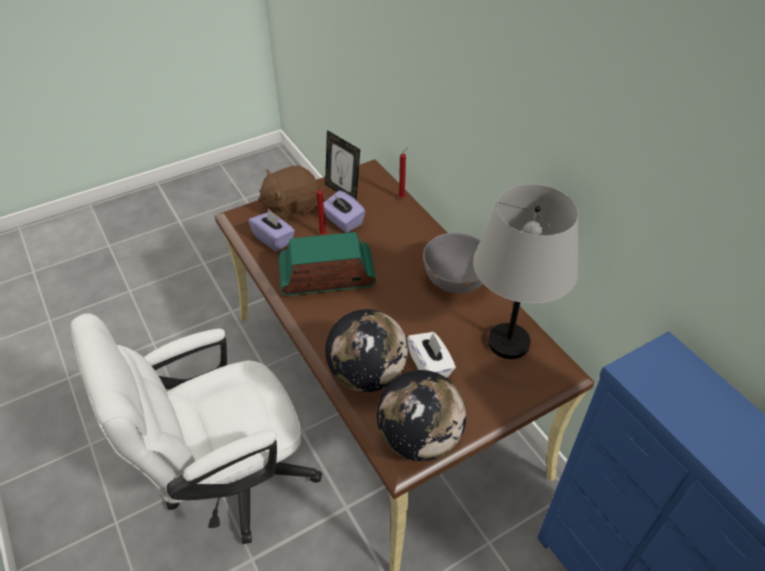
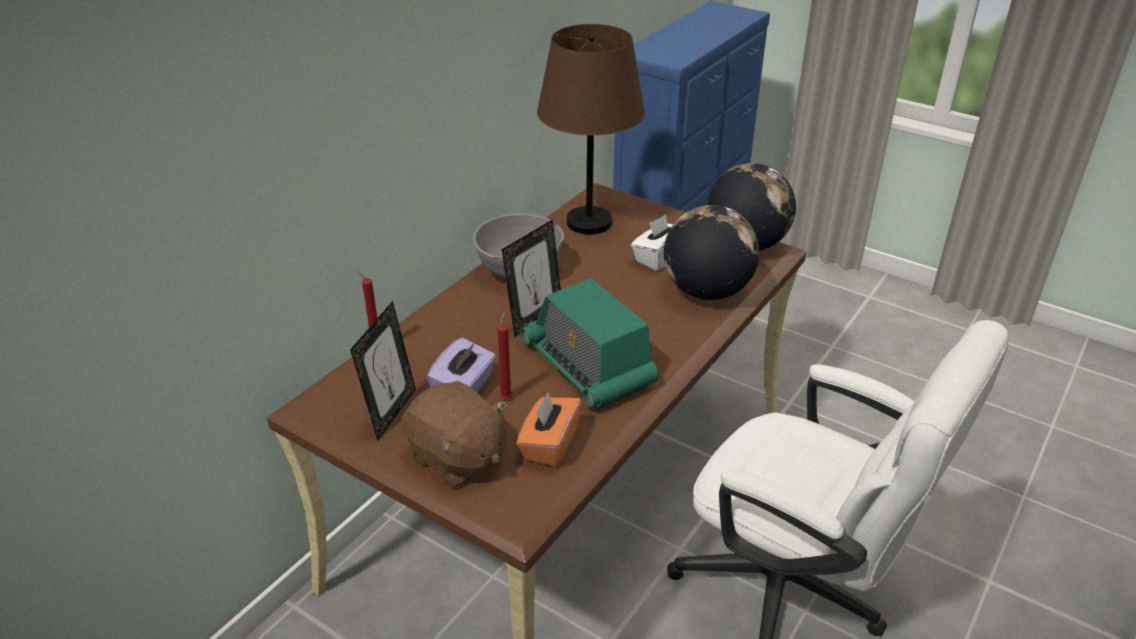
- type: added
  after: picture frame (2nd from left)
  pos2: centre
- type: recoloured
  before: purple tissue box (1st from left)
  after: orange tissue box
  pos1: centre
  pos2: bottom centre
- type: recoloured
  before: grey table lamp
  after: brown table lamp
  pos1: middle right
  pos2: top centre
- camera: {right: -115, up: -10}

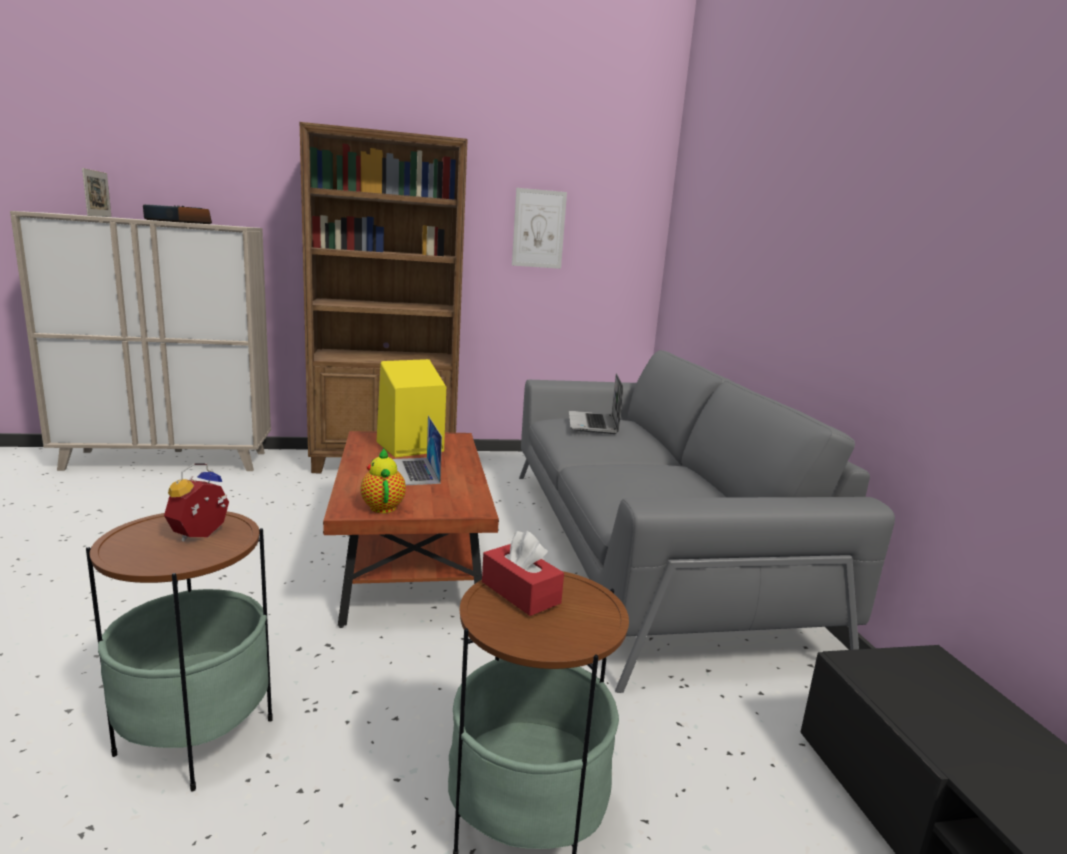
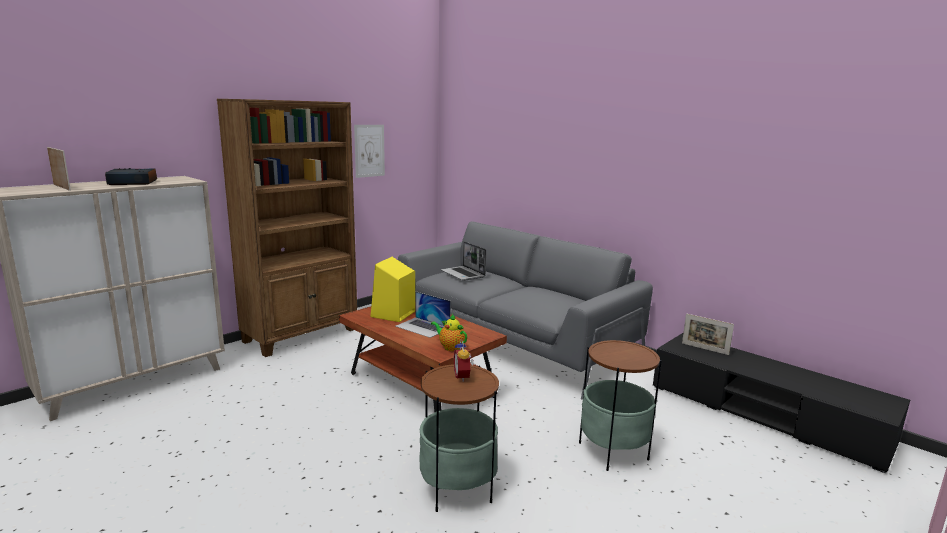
- type: removed
  before: red tissue box
  pos1: bottom centre
- type: added
  after: picture frame (2nd from left)
  pos2: middle right
- camera: {right: -35, up: 0}

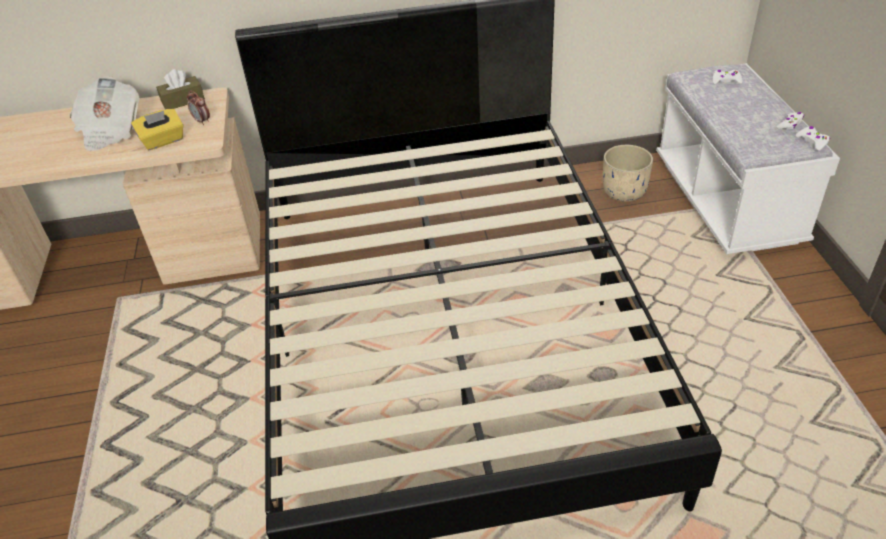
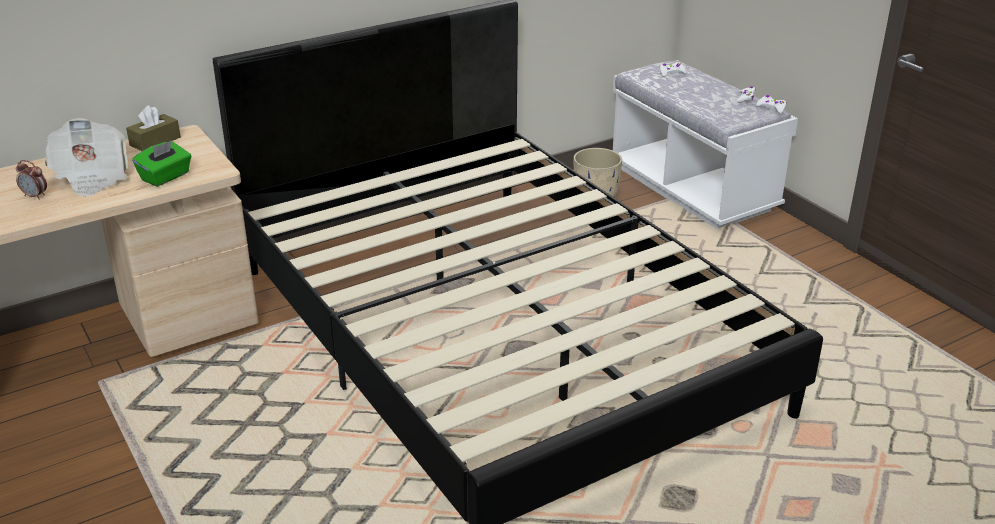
- type: moved
  before: alarm clock
  pos1: top left
  pos2: middle left
- type: recoloured
  before: yellow tissue box
  after: green tissue box
  pos1: top left
  pos2: top left
- camera: {right: -25, up: -10}

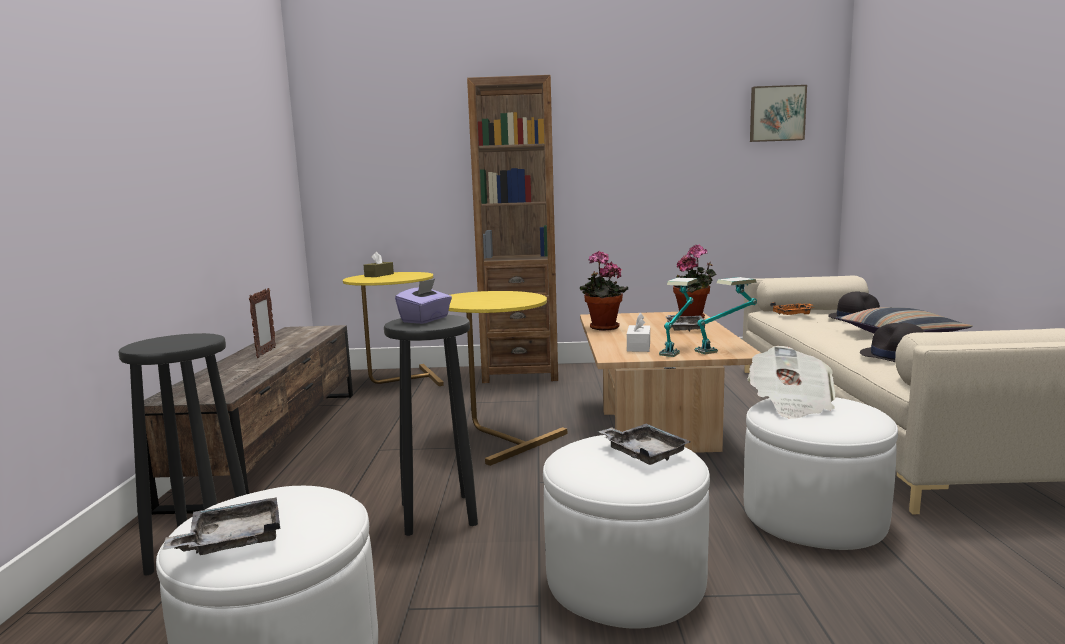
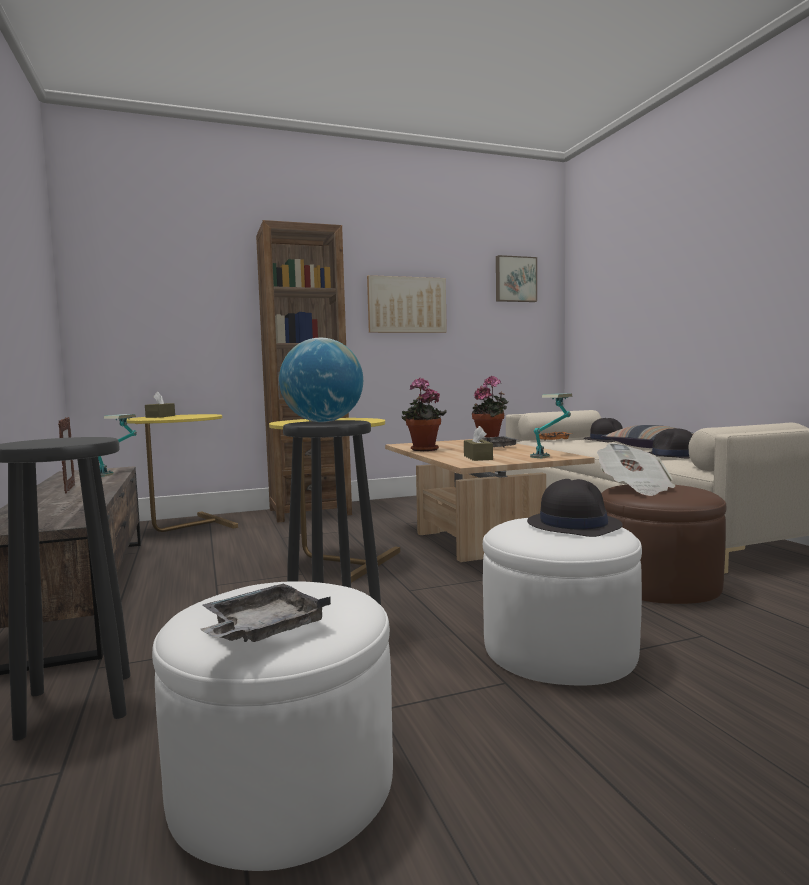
- type: added
  after: picture (1st from left)
  pos2: centre
- type: moved
  before: table lamp (1st from left)
  pos1: centre
  pos2: middle left
- type: replaced
  before: purple tissue box
  after: globe
  pos1: centre
  pos2: centre
- type: replaced
  before: grey tray (2nd from left)
  after: black hat (1st from left)
  pos1: bottom centre
  pos2: middle right
- type: recoloured
  before: white tissue box
  after: brown tissue box (2nd from left)
  pos1: centre
  pos2: centre
- type: recoloured
  before: white ottoman (3rd from left)
  after: brown ottoman
  pos1: bottom right
  pos2: middle right
- camera: {right: -20, up: -5}

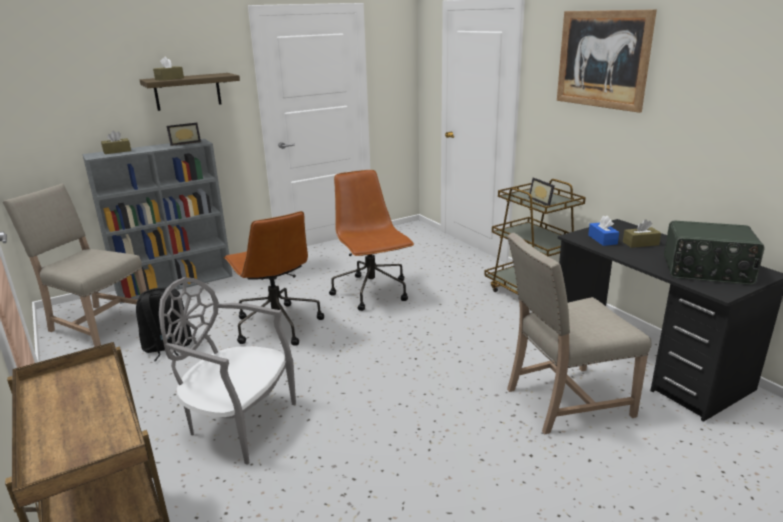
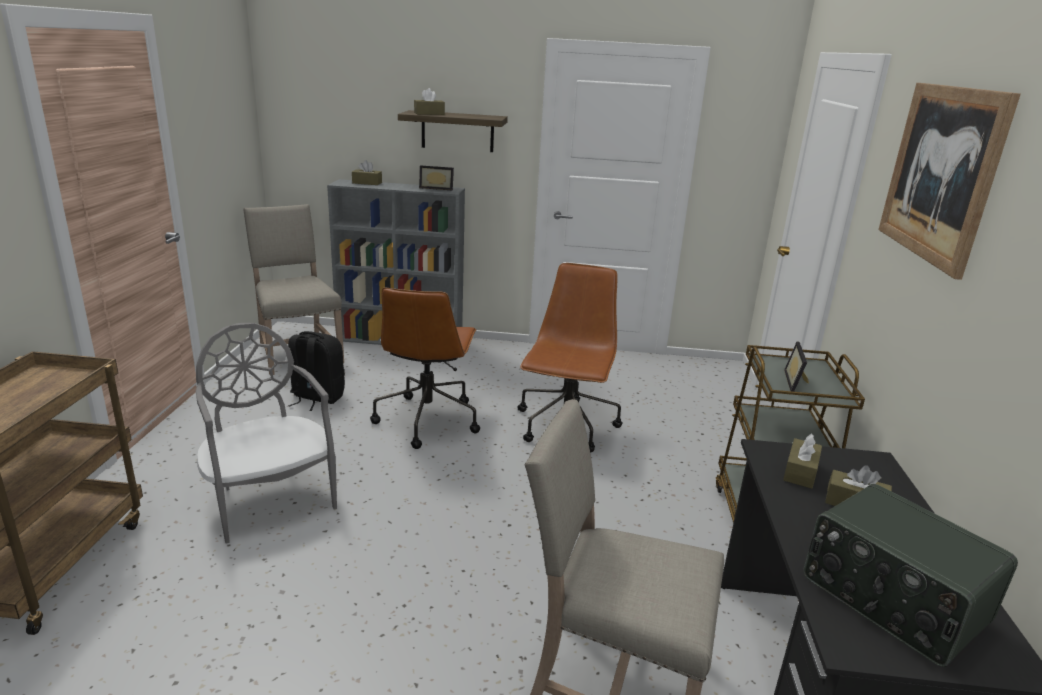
- type: recoloured
  before: blue tissue box
  after: brown tissue box (3rd from left)
  pos1: middle right
  pos2: middle right
- camera: {right: 35, up: 0}

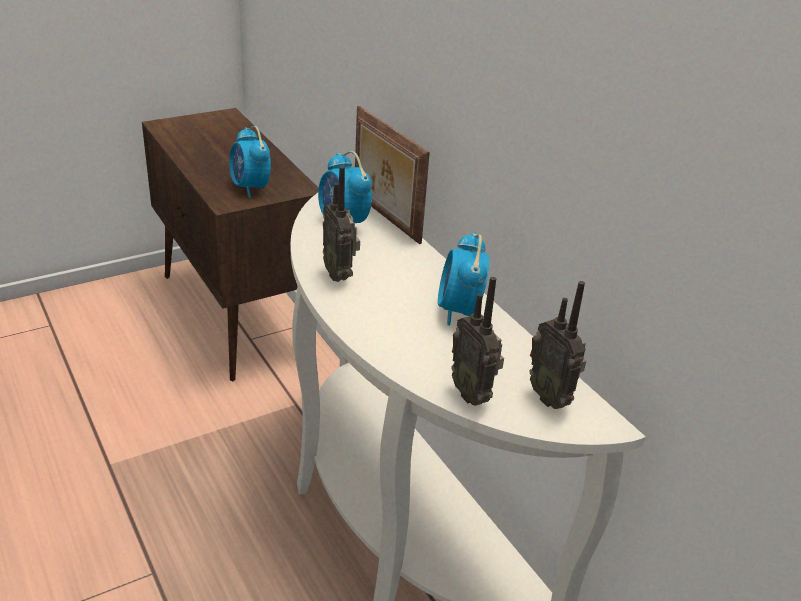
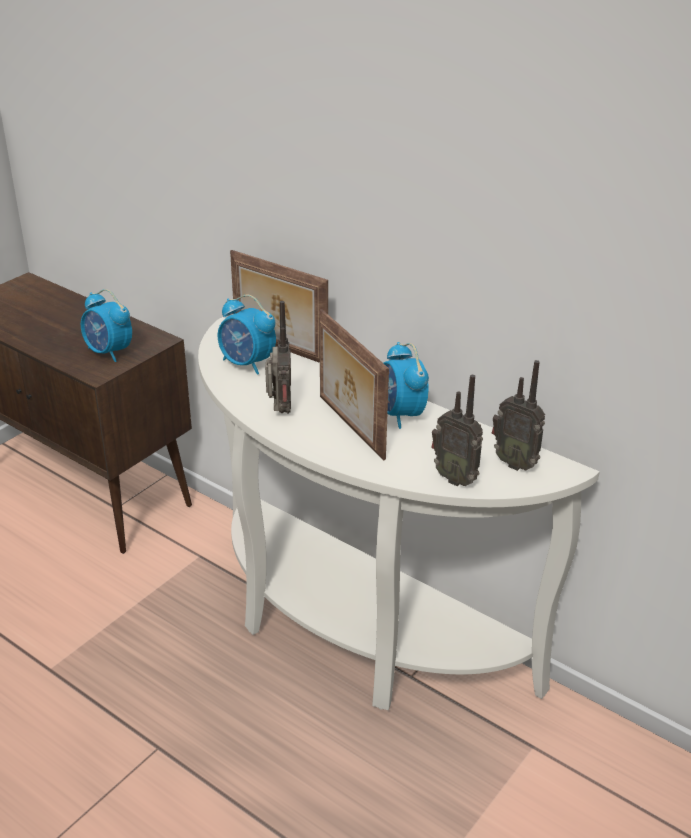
- type: added
  after: picture frame (2nd from left)
  pos2: centre
- type: turned
  before: radio (1st from left)
  pos1: centre
  pos2: centre
  turn: -135
- camera: {right: -20, up: 0}

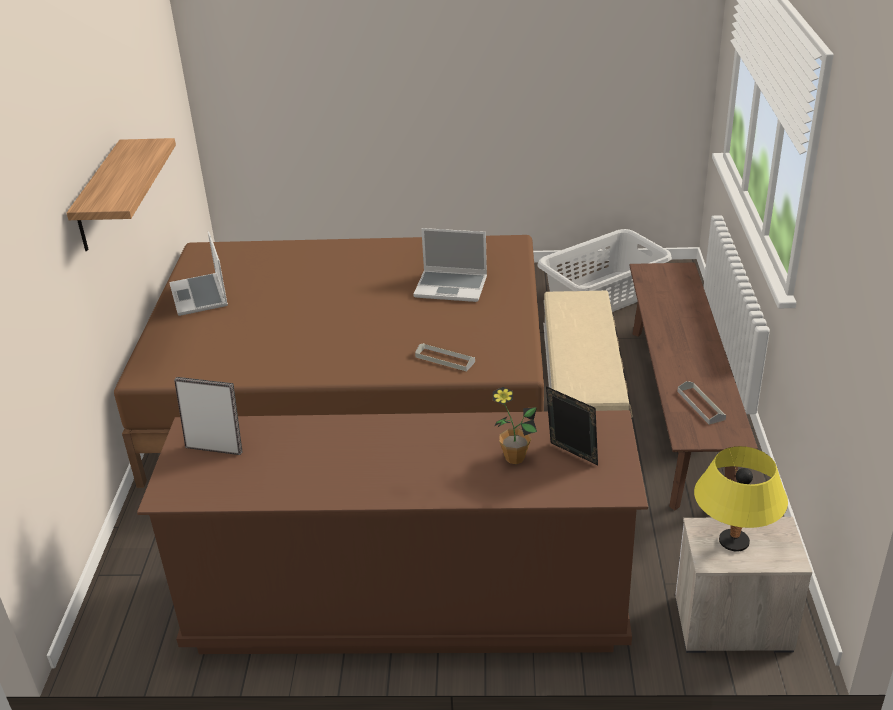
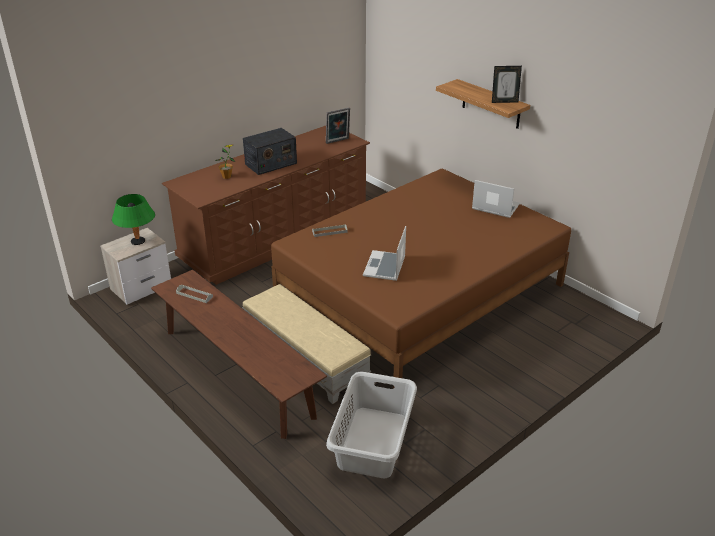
- type: added
  after: radio
  pos2: top centre
- type: moved
  before: picture frame (2nd from left)
  pos1: centre
  pos2: top right
- type: recoloured
  before: yellow table lamp
  after: green table lamp
  pos1: bottom right
  pos2: middle left
- type: turned
  before: laptop (2nd from left in the first image)
  pos1: centre
  pos2: centre
  turn: -45
- camera: {right: 135, up: 0}

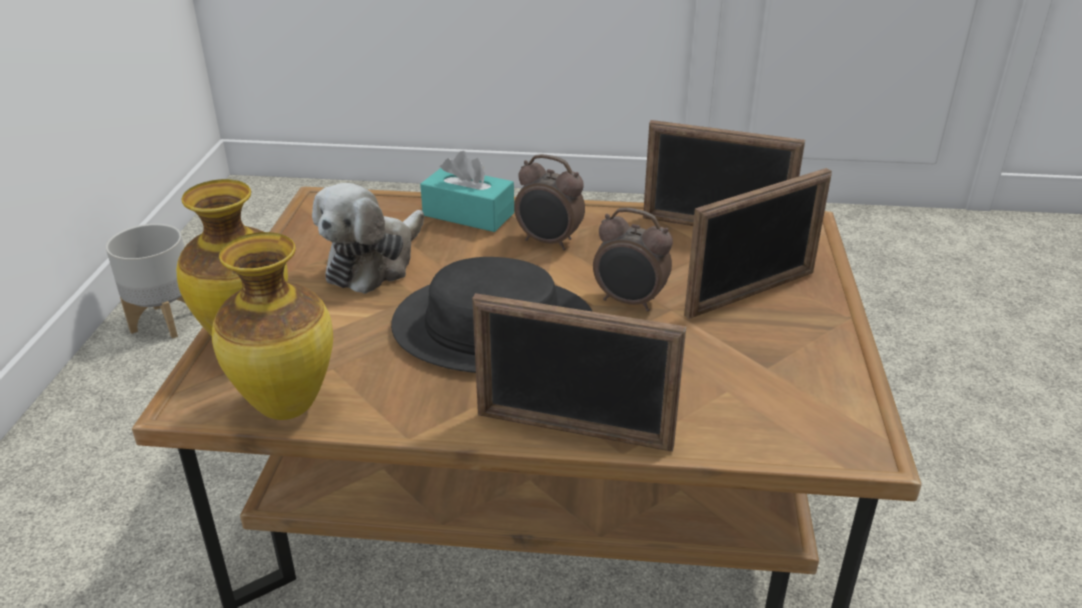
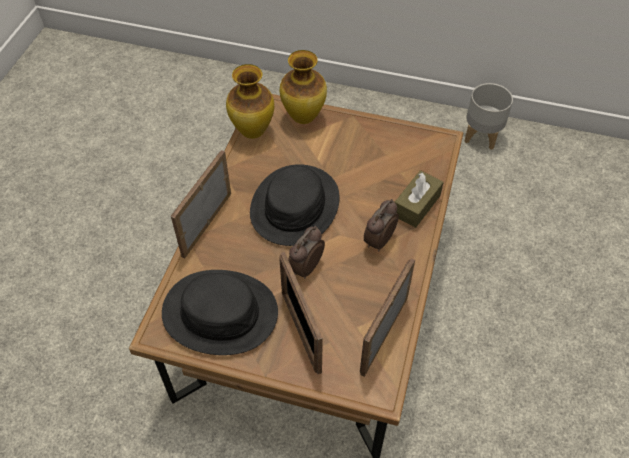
- type: removed
  before: plush toy
  pos1: centre
- type: added
  after: black hat (1st from left)
  pos2: bottom centre
- type: recoloured
  before: turquoise tissue box
  after: brown tissue box
  pos1: top centre
  pos2: centre
- camera: {right: 100, up: 20}

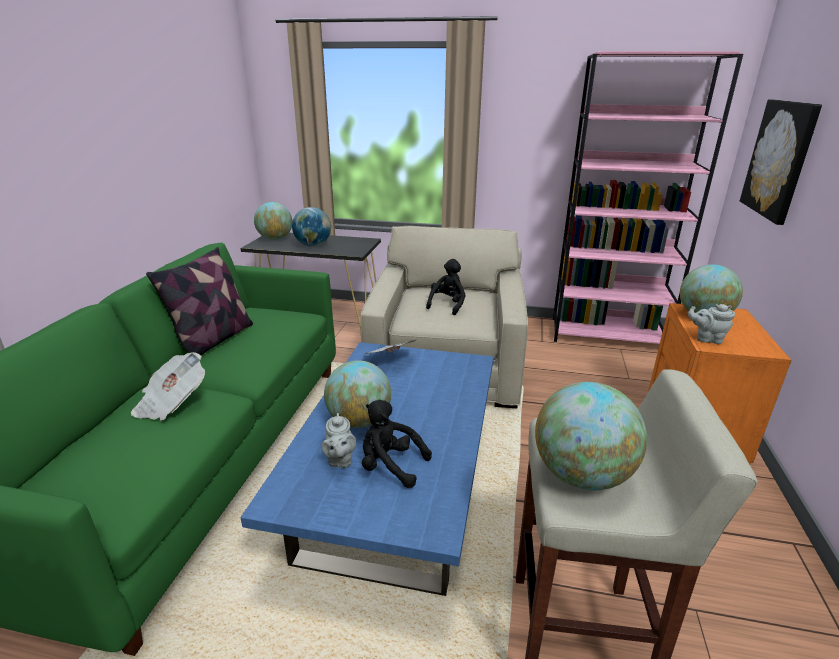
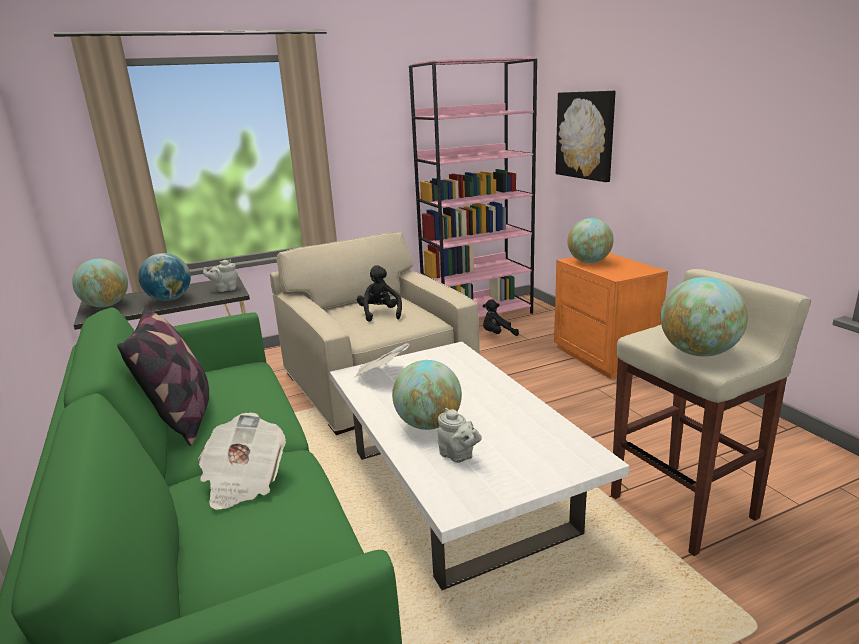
- type: moved
  before: black plush toy (1st from left in the first image)
  after: black plush toy (2nd from left)
  pos1: bottom centre
  pos2: centre
- type: moved
  before: grey teapot (2nd from left in the first image)
  after: grey teapot (1st from left)
  pos1: middle right
  pos2: middle left
- type: recoloured
  before: blue coffee table
  after: white coffee table
  pos1: bottom centre
  pos2: bottom centre
- camera: {right: -35, up: -5}

